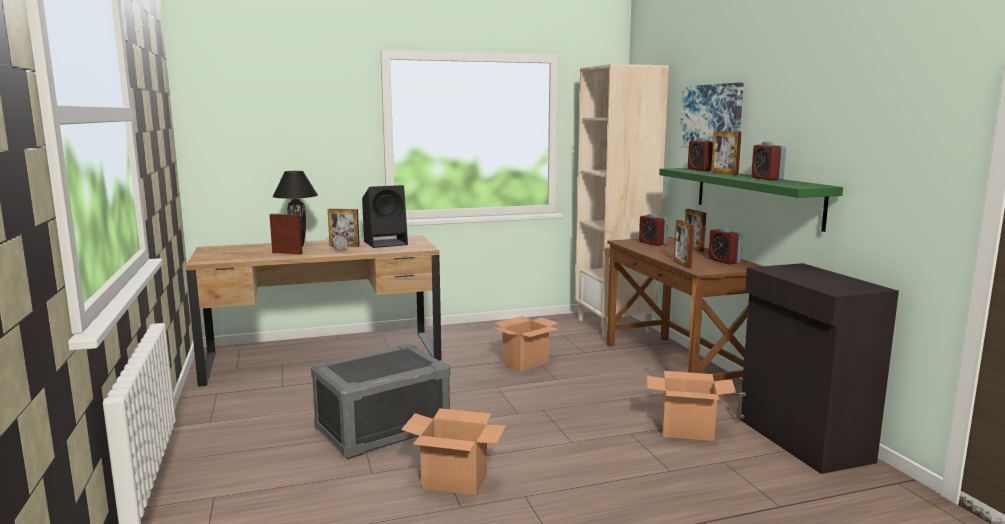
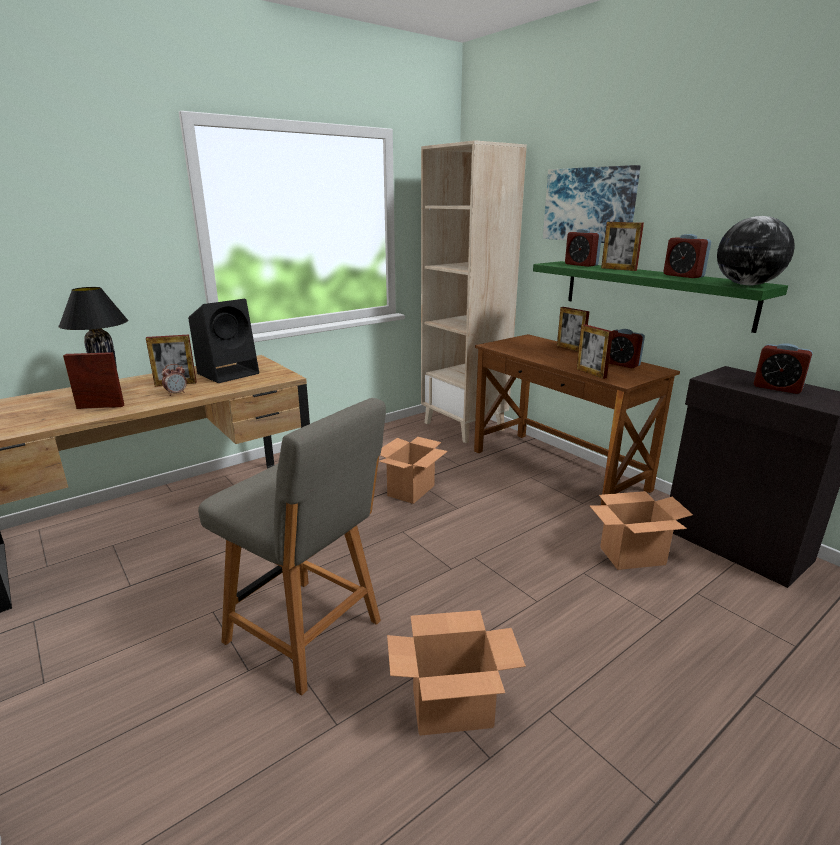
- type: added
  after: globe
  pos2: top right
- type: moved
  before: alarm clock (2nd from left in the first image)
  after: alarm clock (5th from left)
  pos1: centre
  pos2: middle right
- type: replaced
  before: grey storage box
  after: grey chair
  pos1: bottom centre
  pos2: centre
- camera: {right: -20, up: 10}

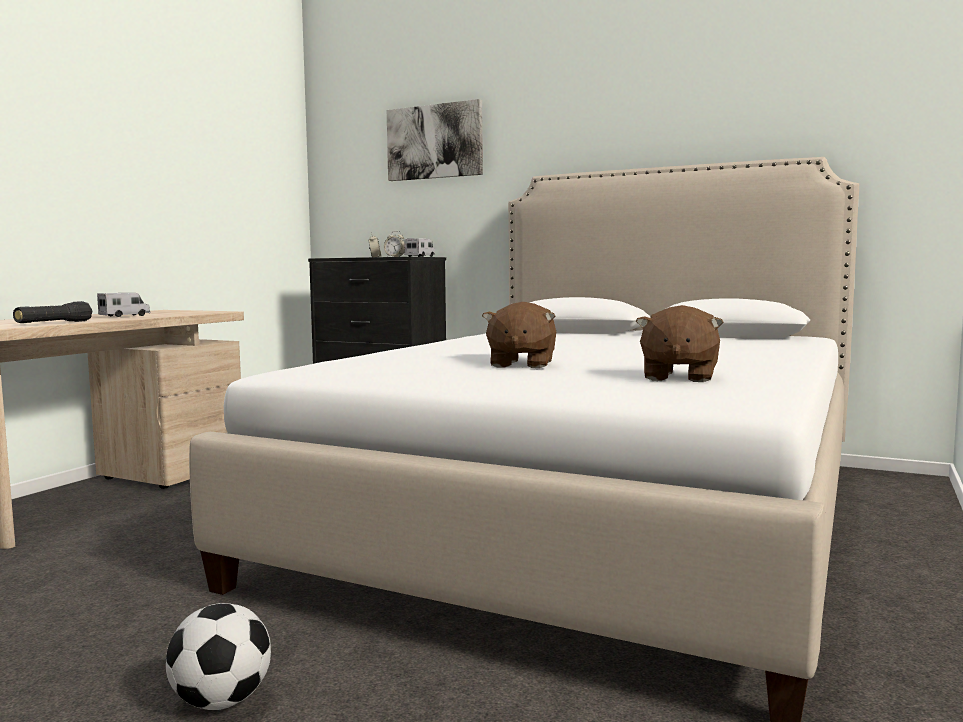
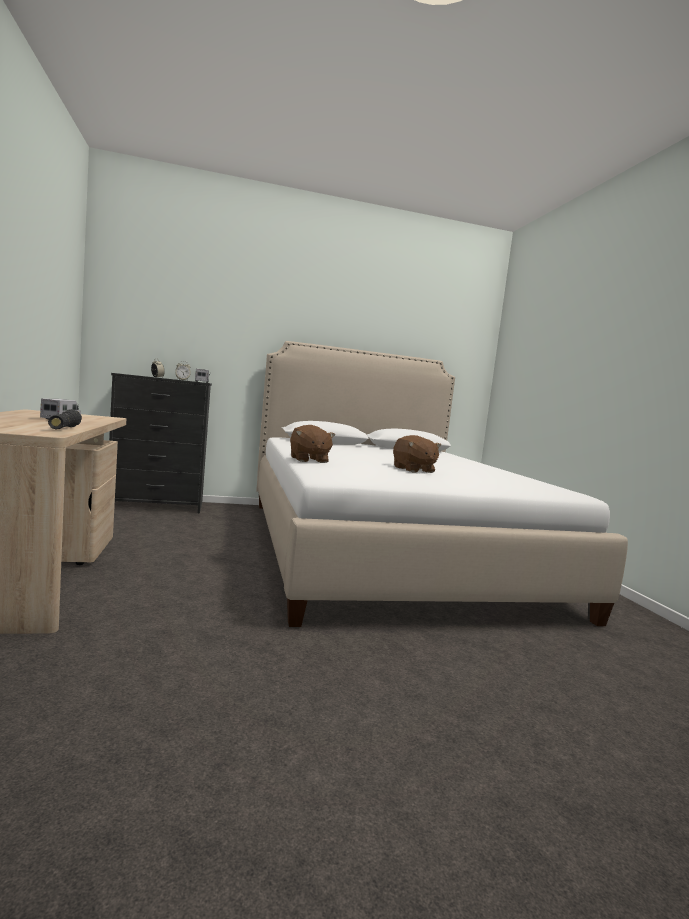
- type: removed
  before: football
  pos1: bottom left
- type: removed
  before: picture
  pos1: top centre
- type: moved
  before: brown plush toy (2nd from left in the first image)
  after: brown plush toy (1st from left)
  pos1: middle right
  pos2: centre
- camera: {right: -40, up: 0}

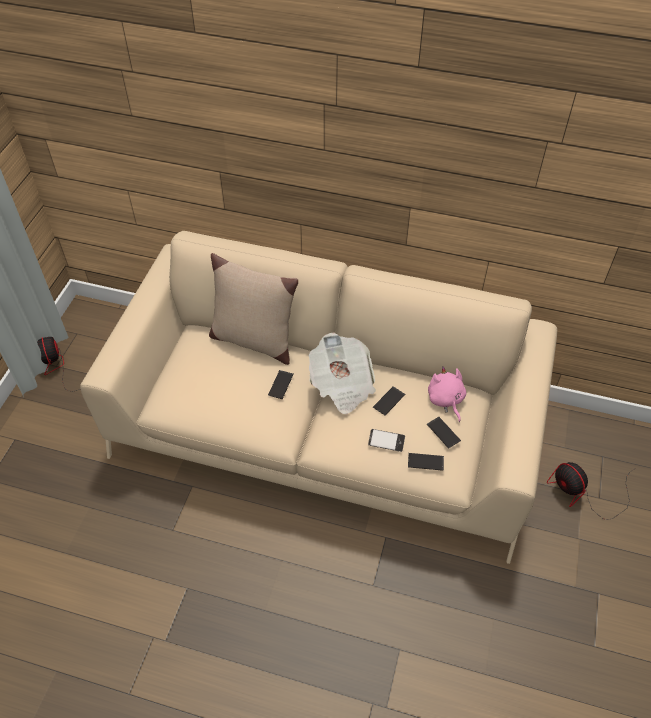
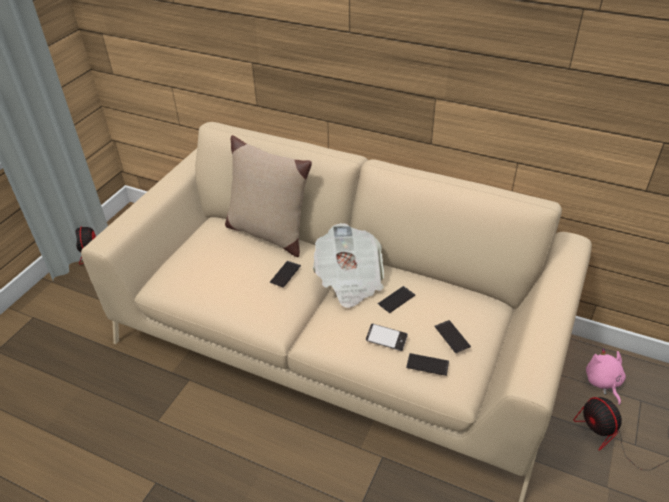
- type: moved
  before: pink plush toy
  pos1: middle right
  pos2: bottom right
- camera: {right: 10, up: -10}

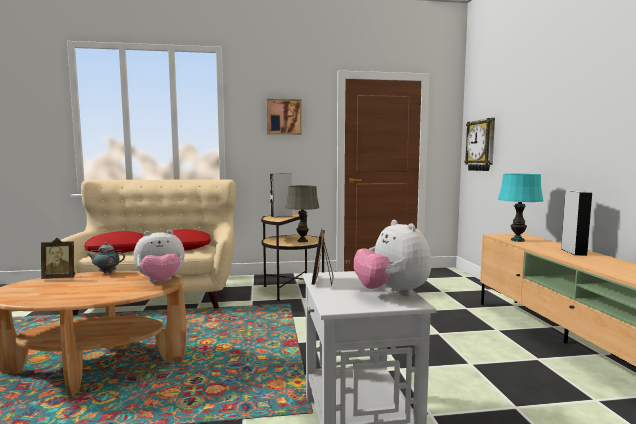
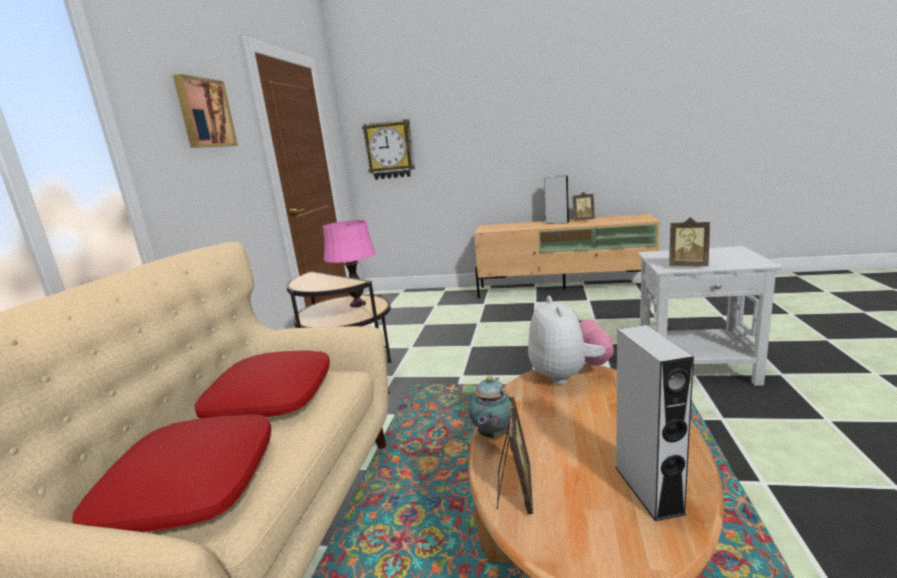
- type: removed
  before: plush toy (2nd from left)
  pos1: centre
- type: removed
  before: turquoise table lamp
  pos1: middle right
- type: added
  after: picture frame (2nd from left)
  pos2: centre
- type: moved
  before: grey speaker (1st from left in the first image)
  after: grey speaker (2nd from left)
  pos1: centre
  pos2: bottom right
- type: recoloured
  before: grey table lamp
  after: pink table lamp
  pos1: centre
  pos2: centre
- camera: {right: -70, up: 10}

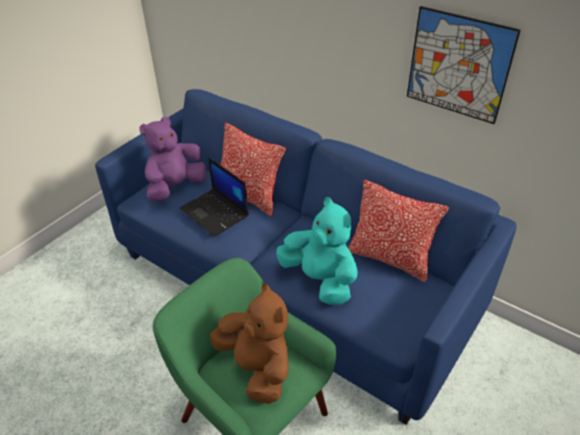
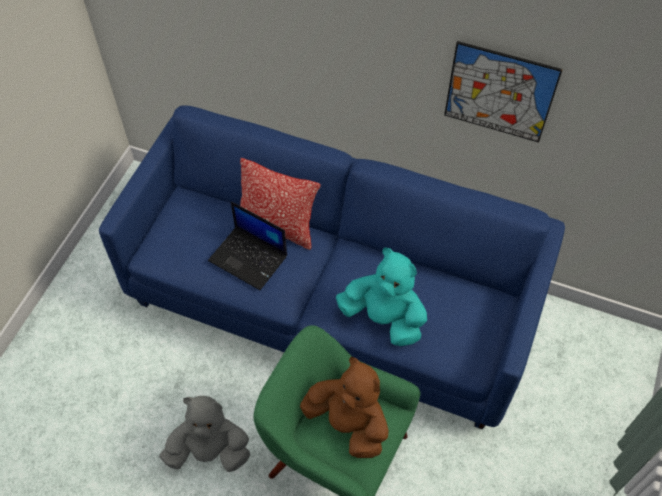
- type: removed
  before: purple plush toy
  pos1: middle left
- type: removed
  before: pillow (2nd from left)
  pos1: middle right
- type: added
  after: grey plush toy
  pos2: bottom left
- camera: {right: -15, up: 15}

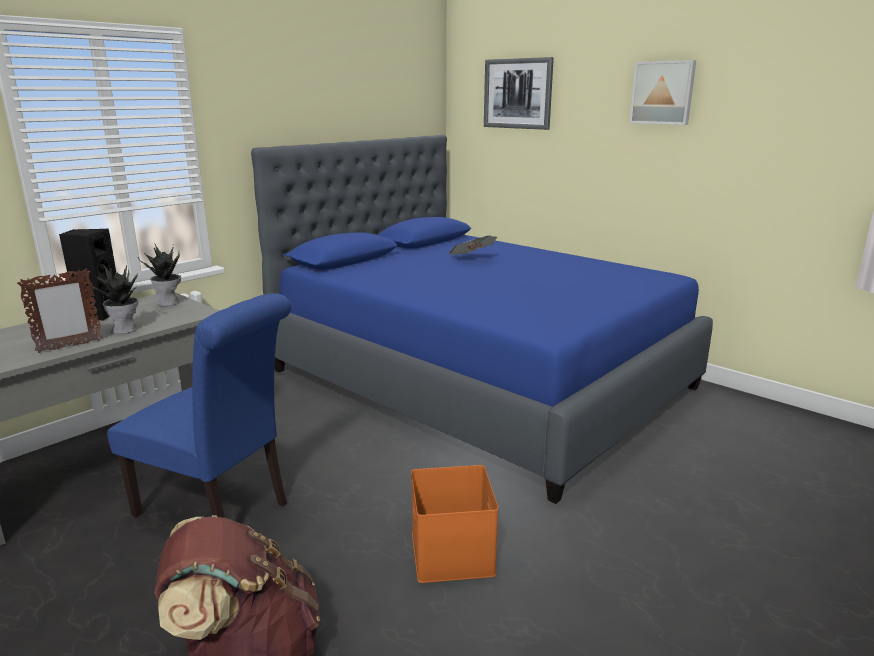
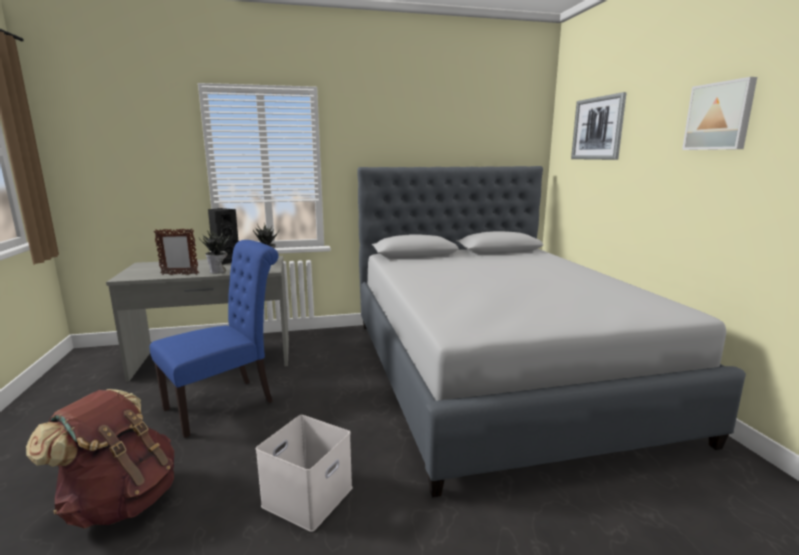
- type: removed
  before: newspaper
  pos1: centre
- type: recoloured
  before: blue bed
  after: grey bed
  pos1: centre
  pos2: middle right
- type: recoloured
  before: orange storage box
  after: white storage box
  pos1: bottom centre
  pos2: bottom centre
- type: turned
  before: blue chair
  pos1: middle left
  pos2: middle left
  turn: -105
- camera: {right: 35, up: -5}

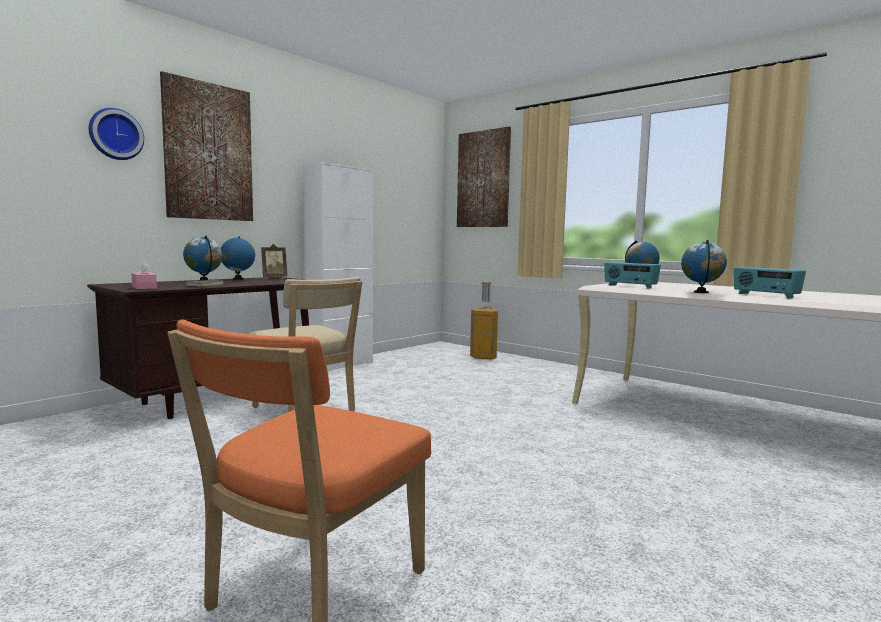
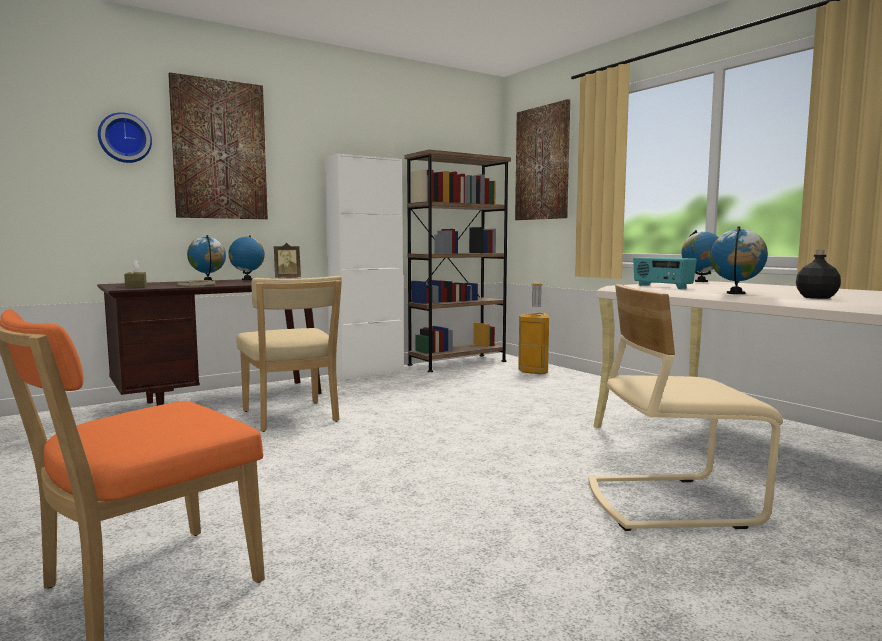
- type: added
  after: brown bookcase
  pos2: centre
- type: added
  after: beige chair (2nd from left)
  pos2: middle right
- type: replaced
  before: radio (2nd from left)
  after: black bottle
  pos1: middle right
  pos2: middle right
- type: recoloured
  before: pink tissue box
  after: brown tissue box
  pos1: middle left
  pos2: middle left
- camera: {right: 15, up: 0}

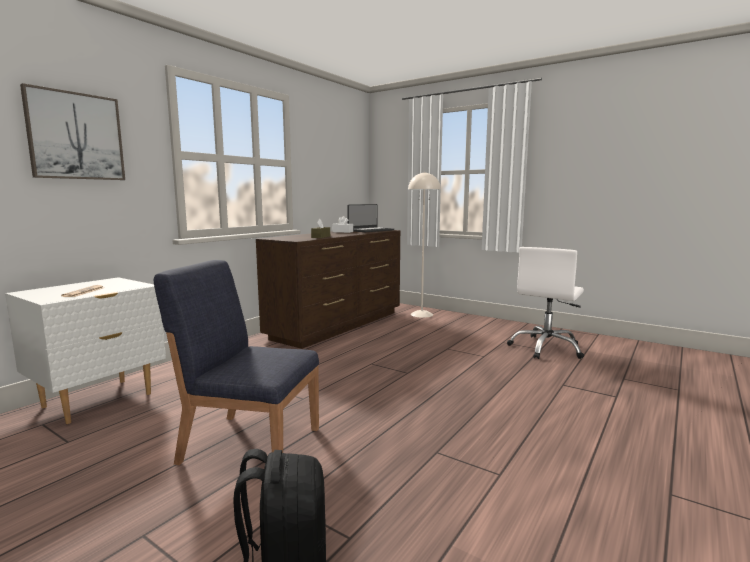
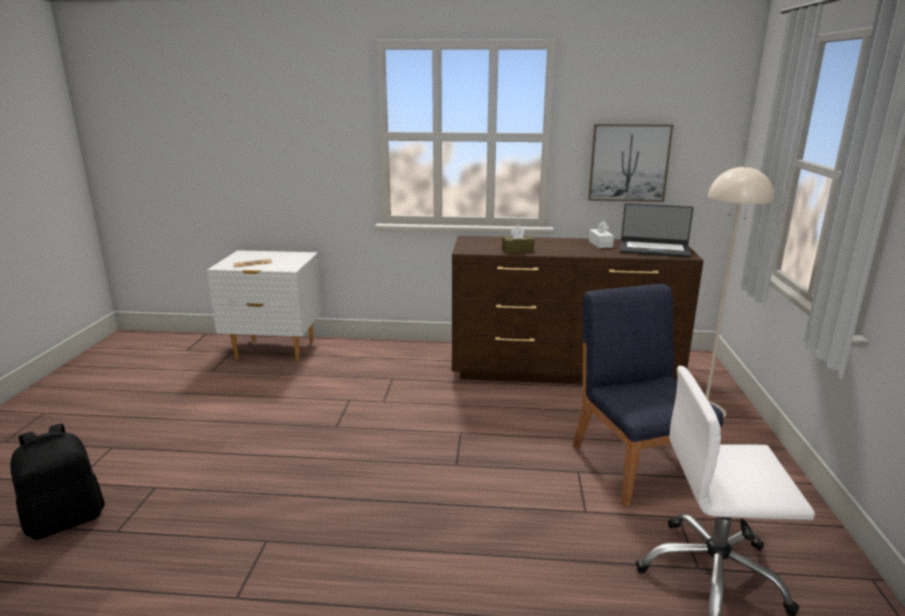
- type: moved
  before: picture
  pos1: top left
  pos2: top right
- type: moved
  before: blue chair
  pos1: middle left
  pos2: middle right
- camera: {right: 60, up: 10}

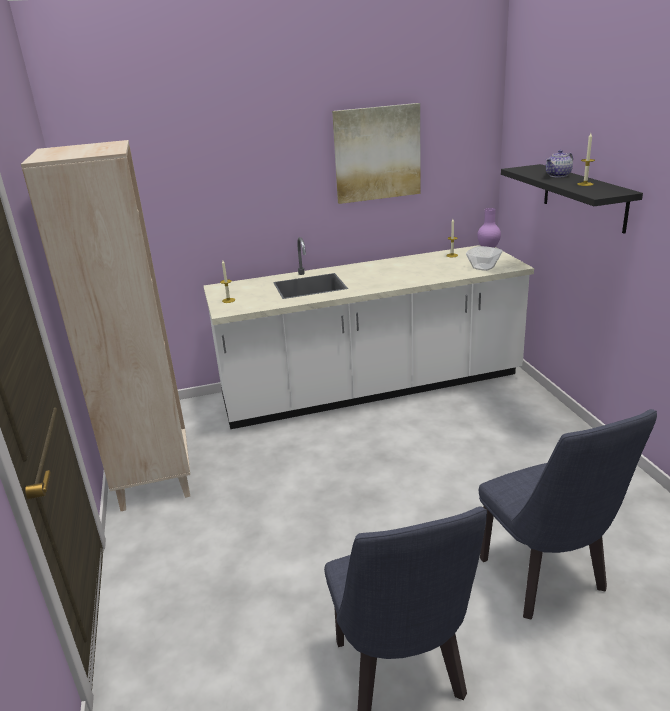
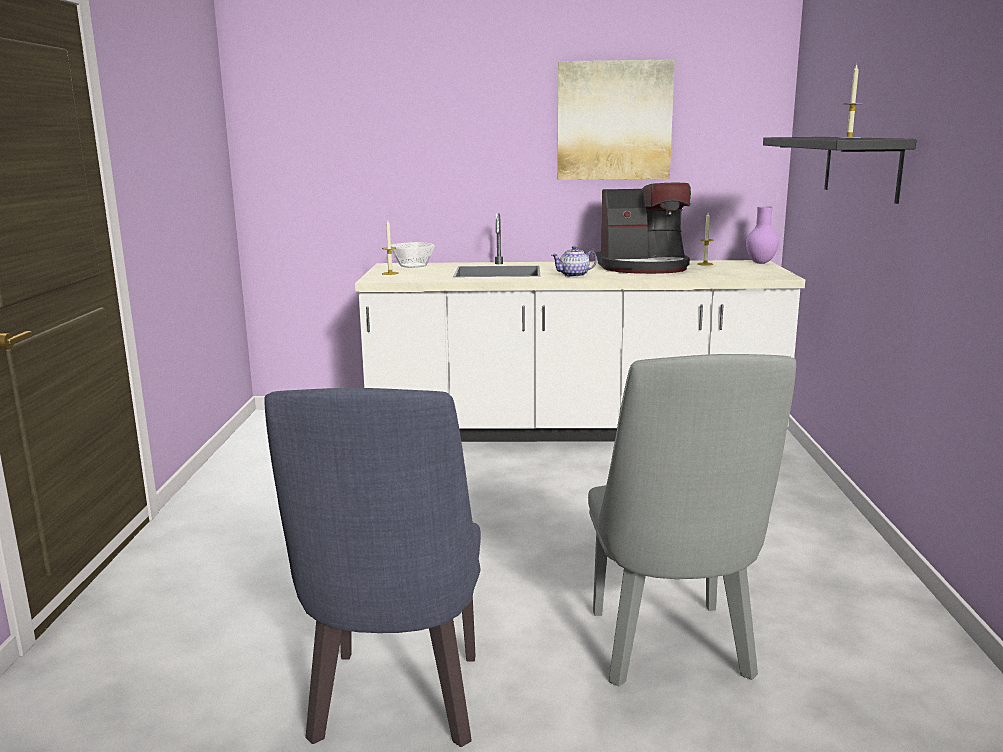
- type: removed
  before: beige bookcase
  pos1: middle left
- type: added
  after: coffee machine
  pos2: top centre
- type: moved
  before: bowl
  pos1: middle right
  pos2: centre
- type: moved
  before: teapot
  pos1: top right
  pos2: centre
- type: recoloured
  before: blue chair (2nd from left)
  after: grey chair
  pos1: bottom right
  pos2: bottom right
- camera: {right: 15, up: -10}

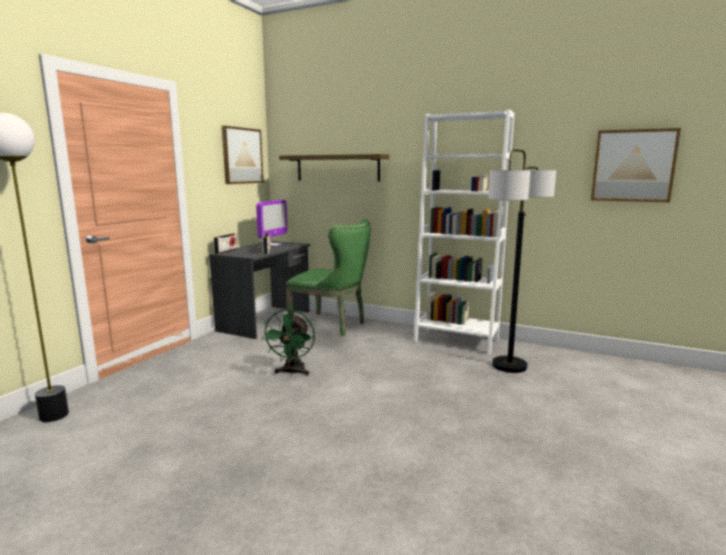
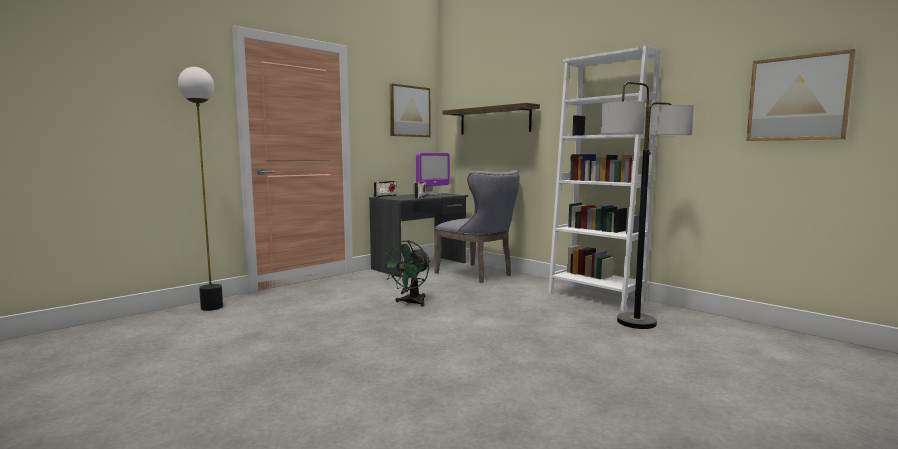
- type: recoloured
  before: green chair
  after: grey chair
  pos1: centre
  pos2: centre
- camera: {right: 20, up: -5}

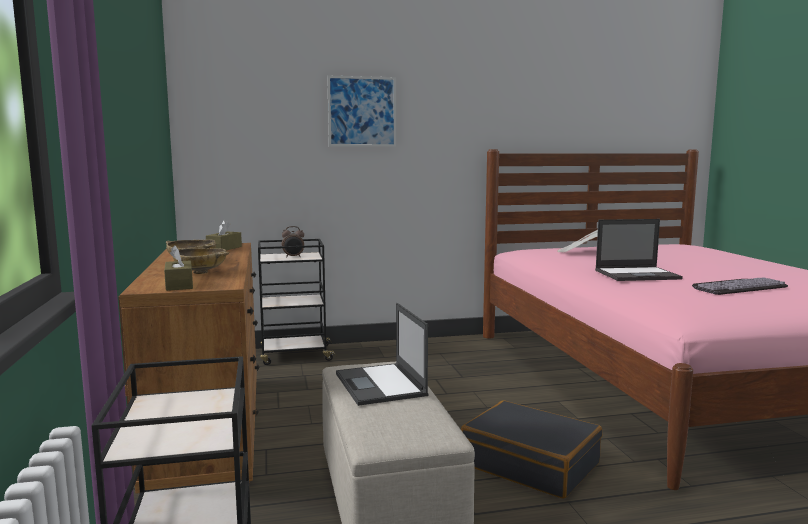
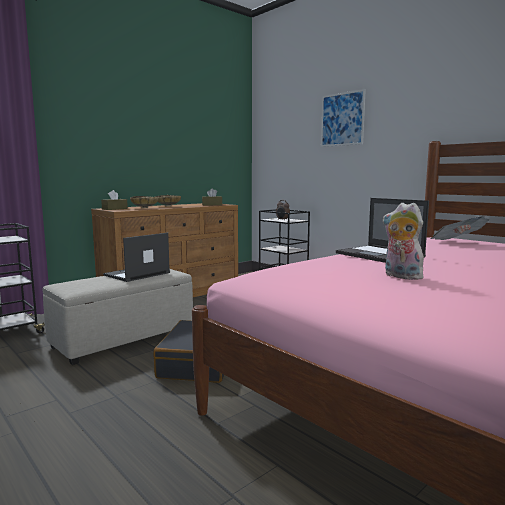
- type: replaced
  before: keyboard
  after: plush toy
  pos1: middle right
  pos2: middle right
- camera: {right: 60, up: 0}

